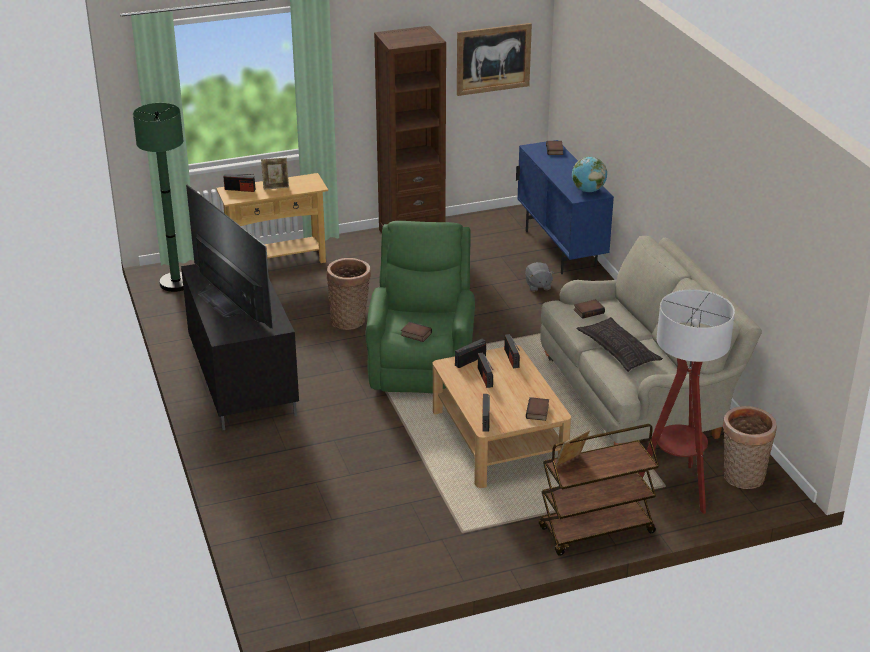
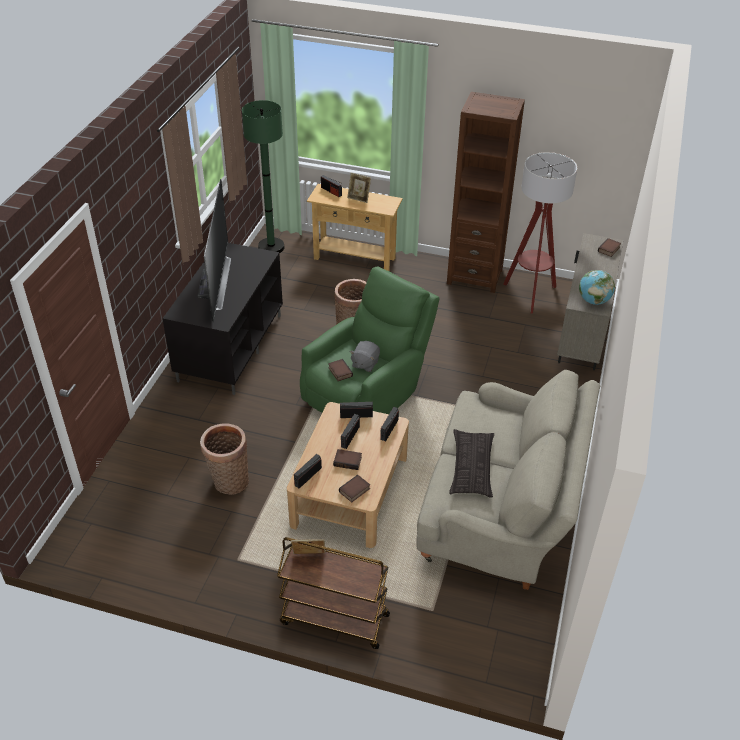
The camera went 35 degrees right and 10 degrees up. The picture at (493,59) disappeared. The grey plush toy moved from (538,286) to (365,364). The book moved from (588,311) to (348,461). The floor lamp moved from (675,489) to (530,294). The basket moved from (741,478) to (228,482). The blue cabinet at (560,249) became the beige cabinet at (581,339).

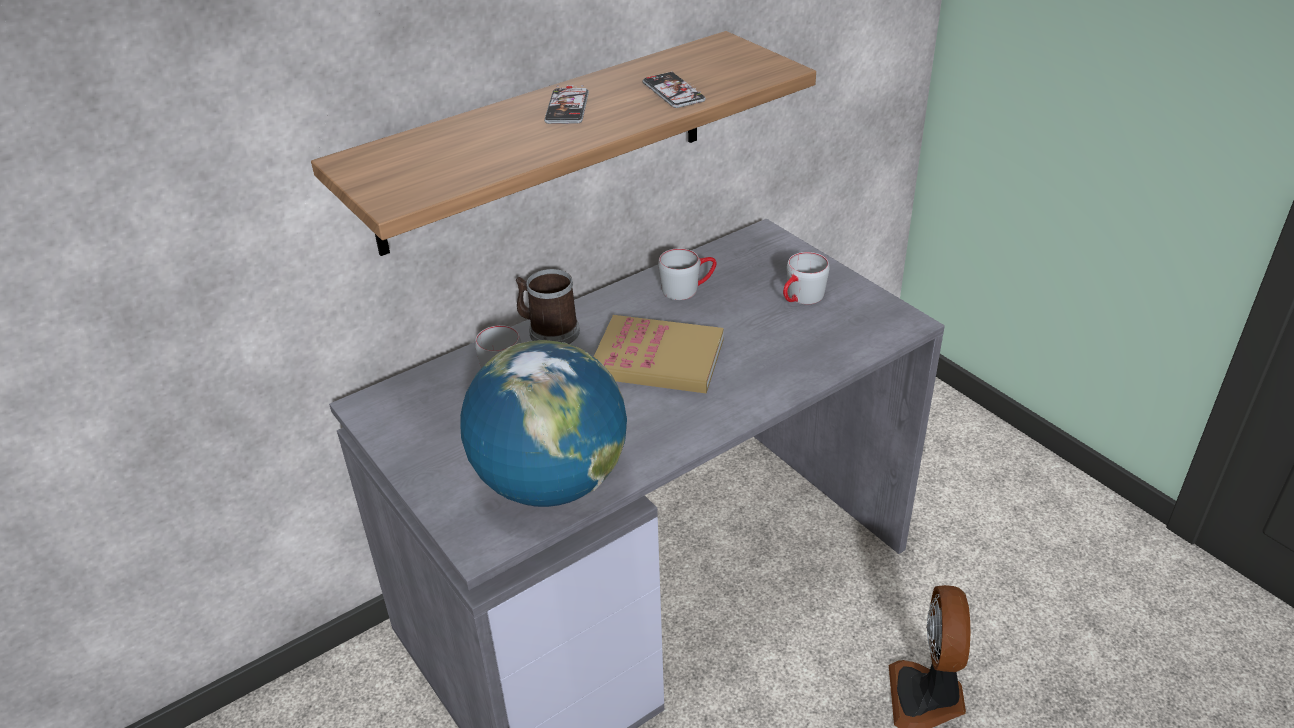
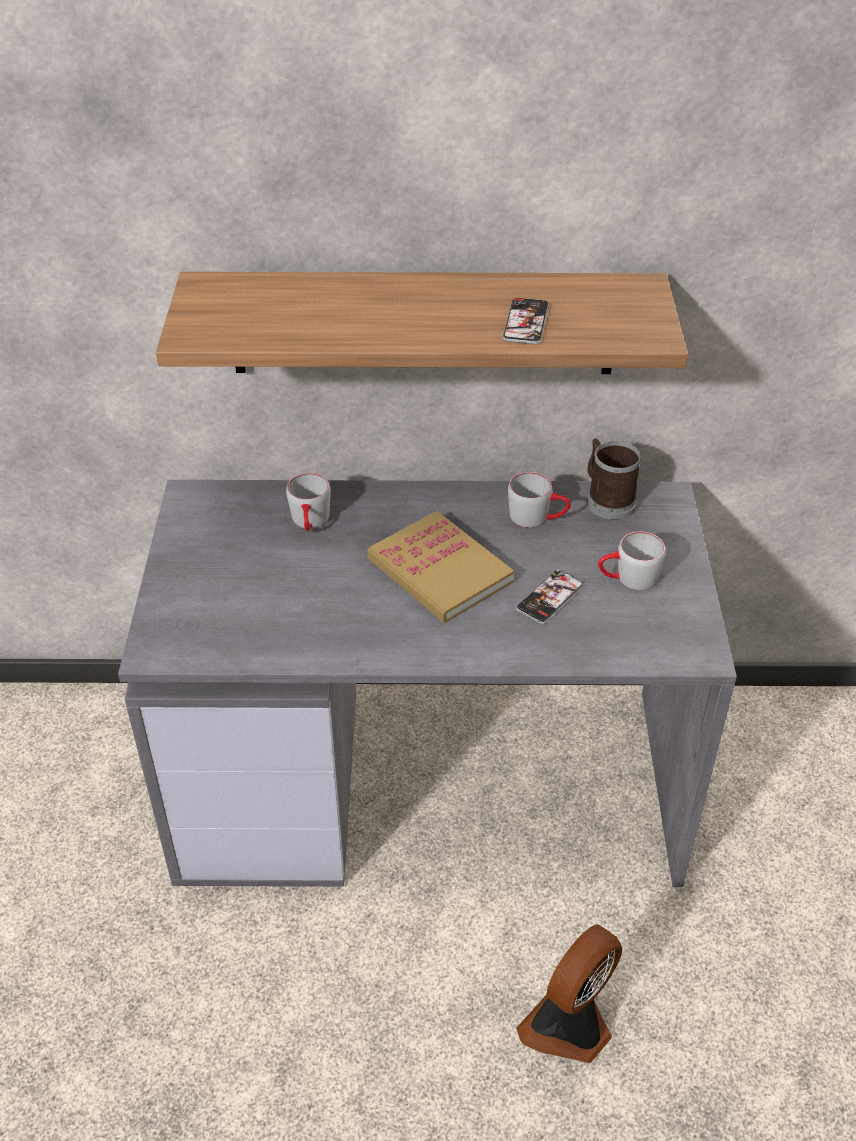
The camera went 35 degrees right and 5 degrees up. The globe at (551,483) disappeared. The mug moved from (548,331) to (607,499). The phone moved from (567,107) to (549,598).

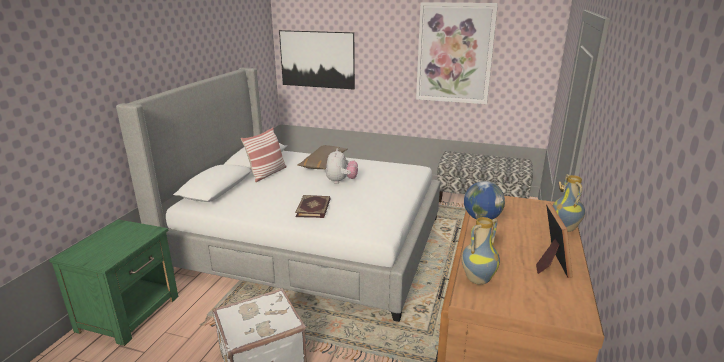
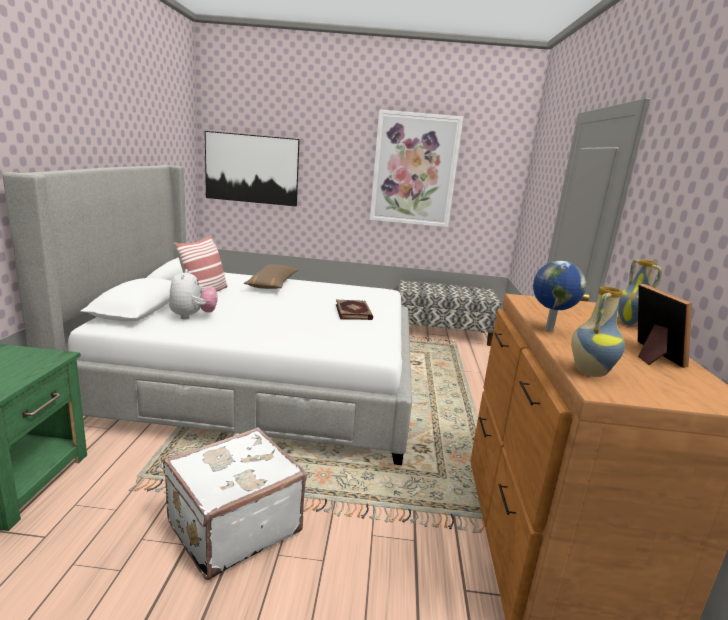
The camera went 15 degrees left and 5 degrees down. The book moved from (314,208) to (354,312). The plush toy moved from (341,181) to (192,316).

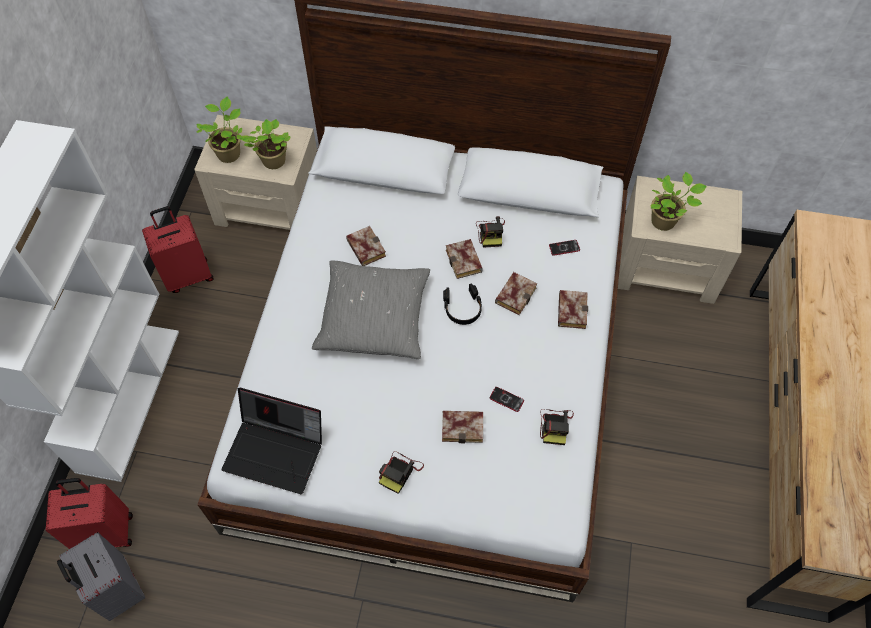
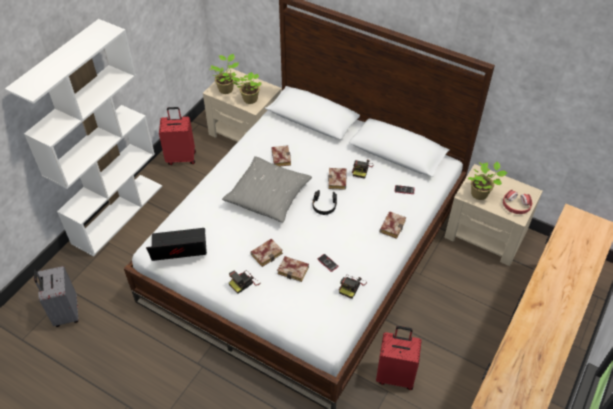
The camera went 20 degrees right and 10 degrees down. The red headphones at (516,205) appeared. The red suitcase moved from (106,531) to (395,375). The book moved from (515,294) to (267,253). The laptop at (276,451) turned 135 degrees clockwise.

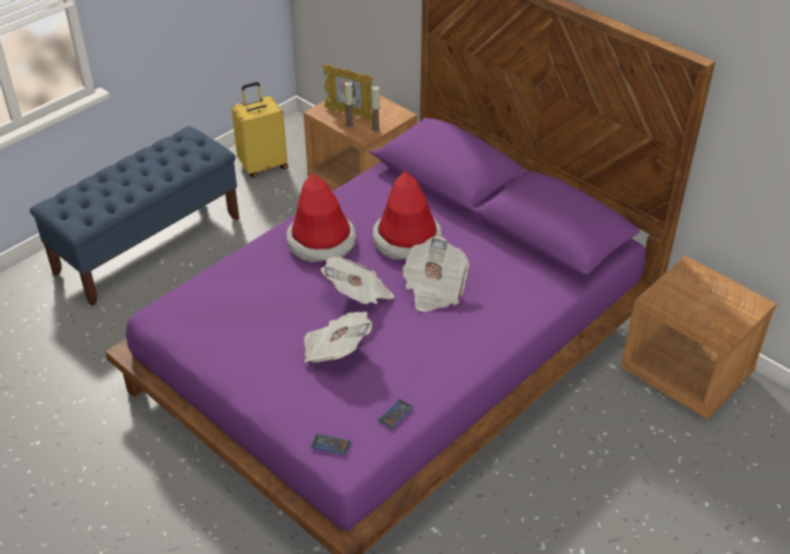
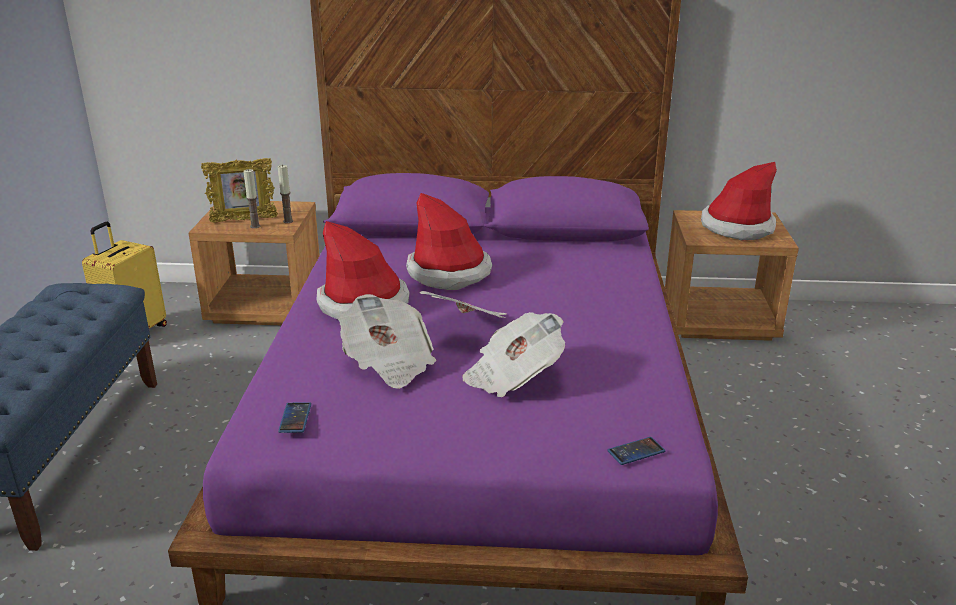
The camera went 40 degrees left and 15 degrees down. The hat at (737,227) appeared. The phone moved from (395,414) to (295,418). The newspaper moved from (434,289) to (388,363).

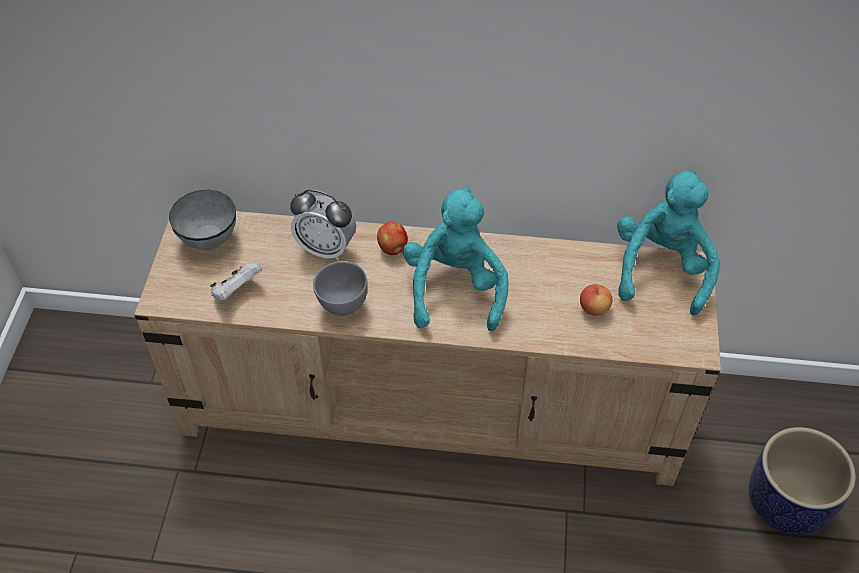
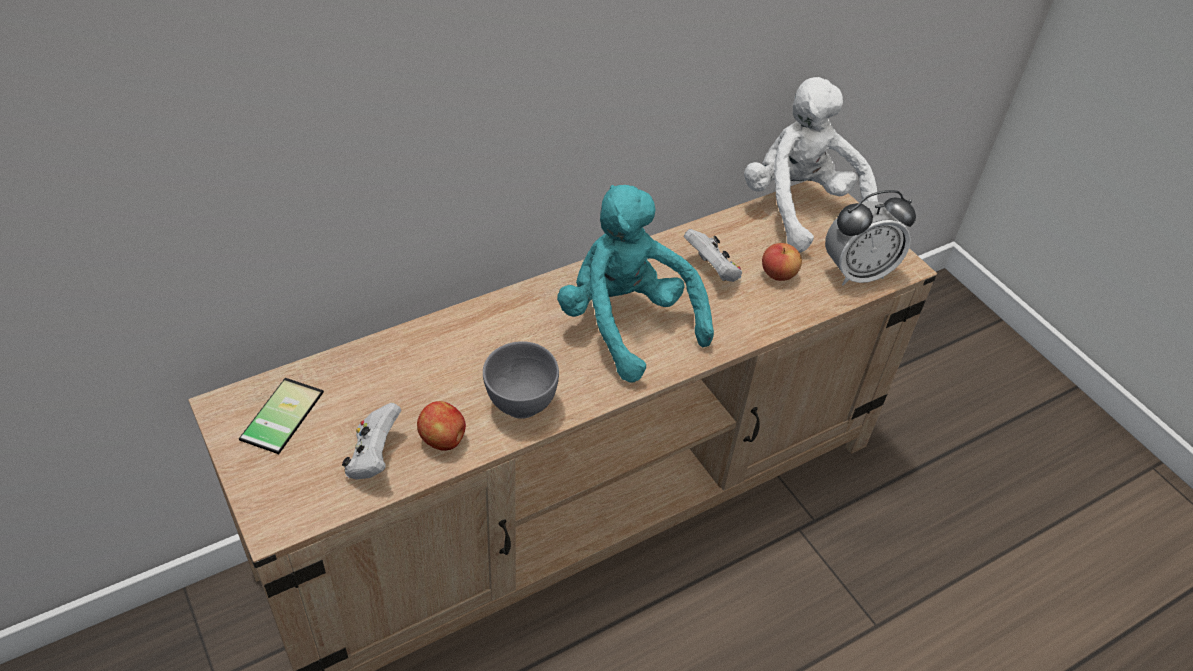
The camera went 40 degrees left and 5 degrees down. The planter at (787,504) disappeared. The white game controller at (712,270) appeared. The alarm clock moved from (326,248) to (857,273). The apple moved from (393,248) to (443,440). The grey bowl at (209,238) was replaced by the phone at (278,414). The turquoise plush toy at (661,269) became the white plush toy at (800,208).

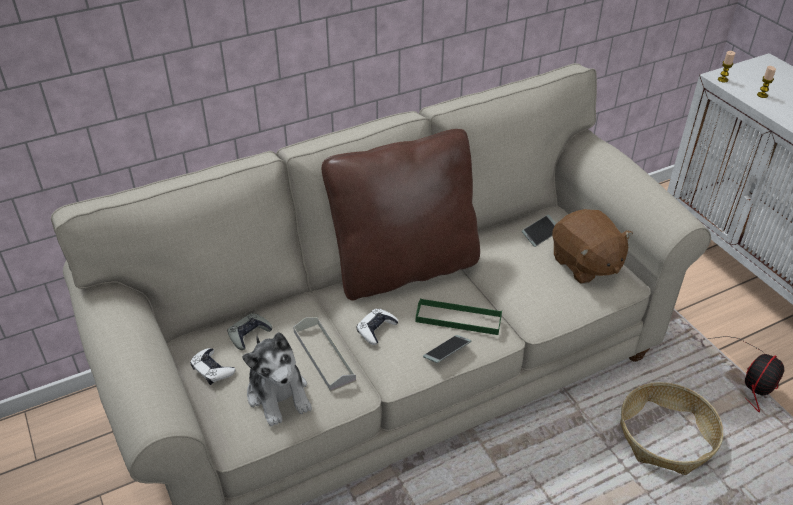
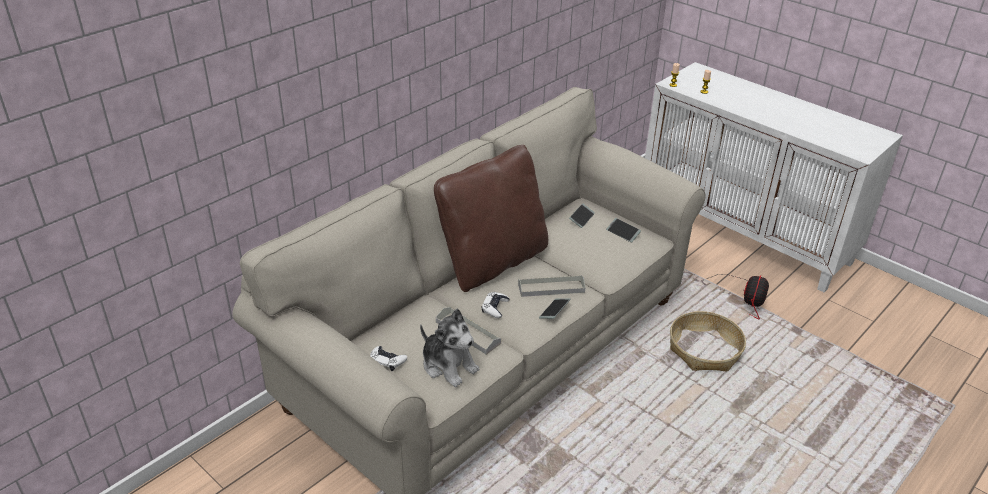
The camera went 20 degrees left and 5 degrees down. The grey game controller at (249,334) disappeared. The brown plush toy at (585,264) was replaced by the phone at (623,233). The green tray at (458,319) became the grey tray at (551,288).

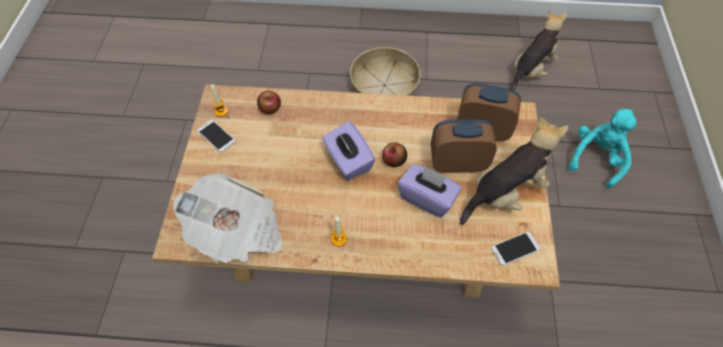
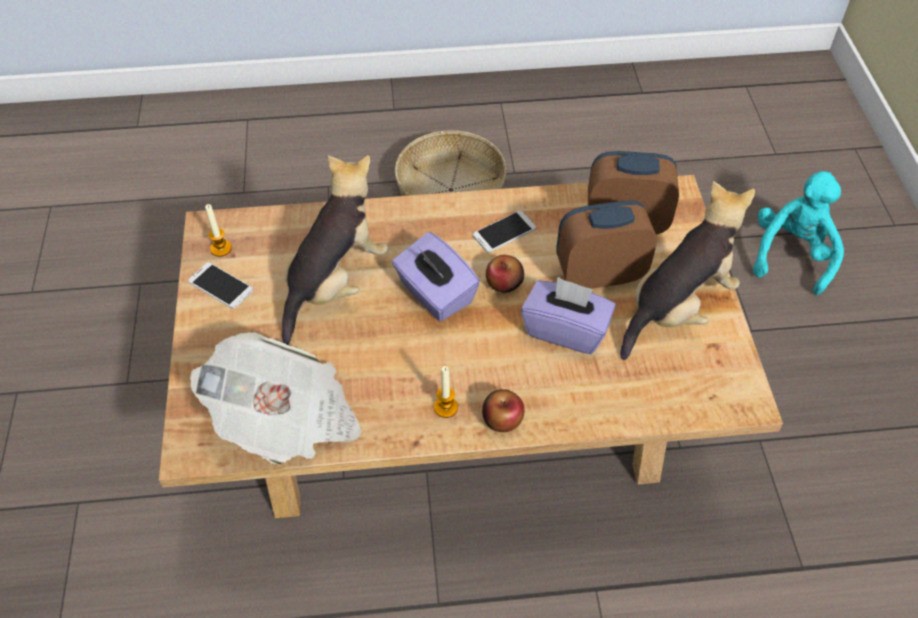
The camera went 10 degrees left and 5 degrees down. The apple moved from (270,108) to (502,419). The phone moved from (515,248) to (504,232). The plush toy moved from (531,70) to (335,282).

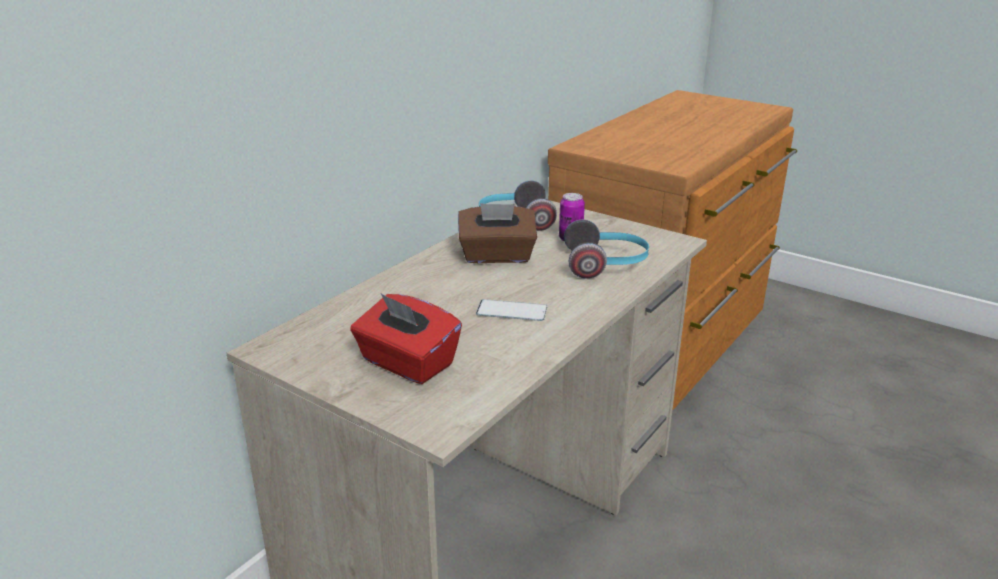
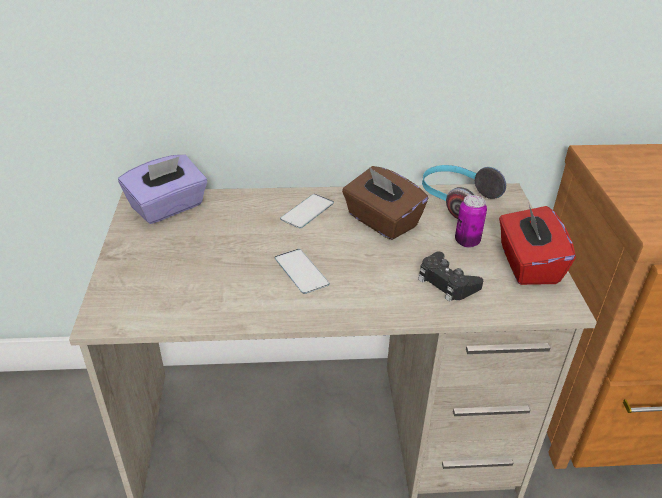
The camera went 50 degrees right and 10 degrees up. The purple tissue box at (168,208) appeared. The phone at (307,211) appeared. The red tissue box moved from (407,363) to (527,264). The headphones at (606,265) was replaced by the black game controller at (446,282).

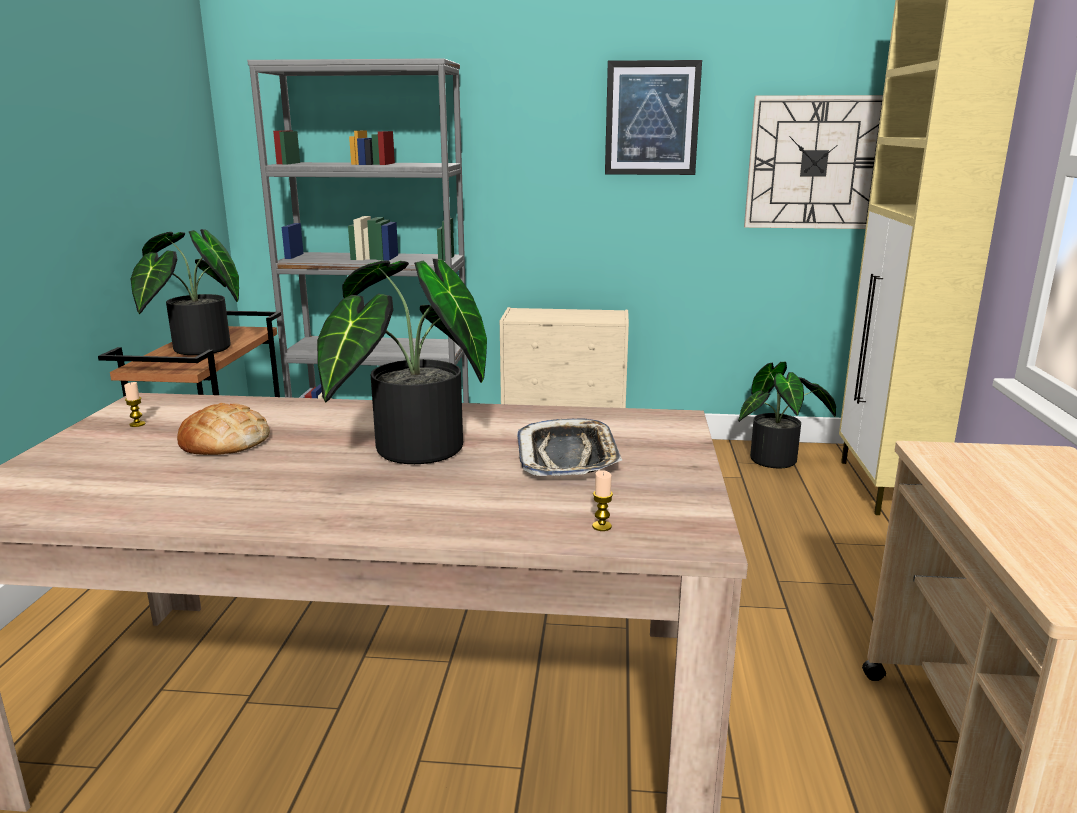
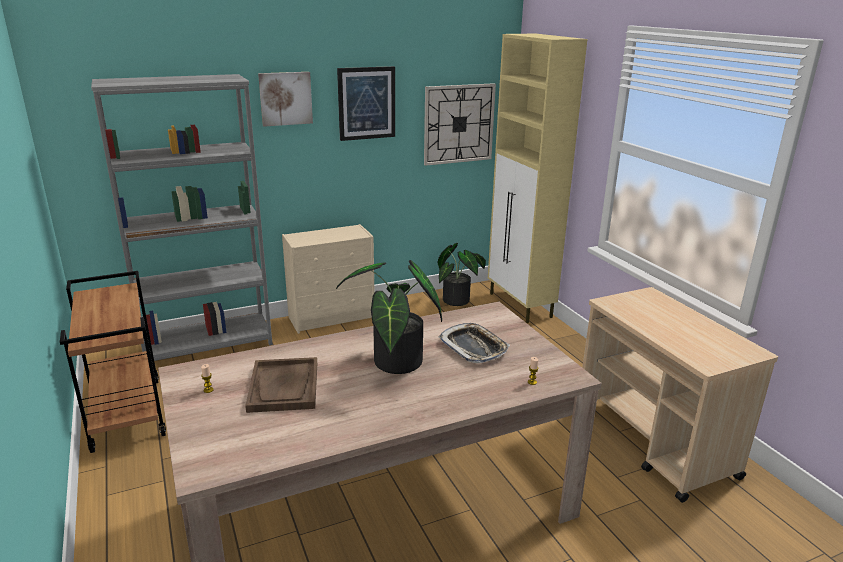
The camera went 30 degrees left and 5 degrees up. The potted plant at (195,350) disappeared. The picture at (285,98) appeared. The bread at (224,441) was replaced by the brown tray at (284,387).

